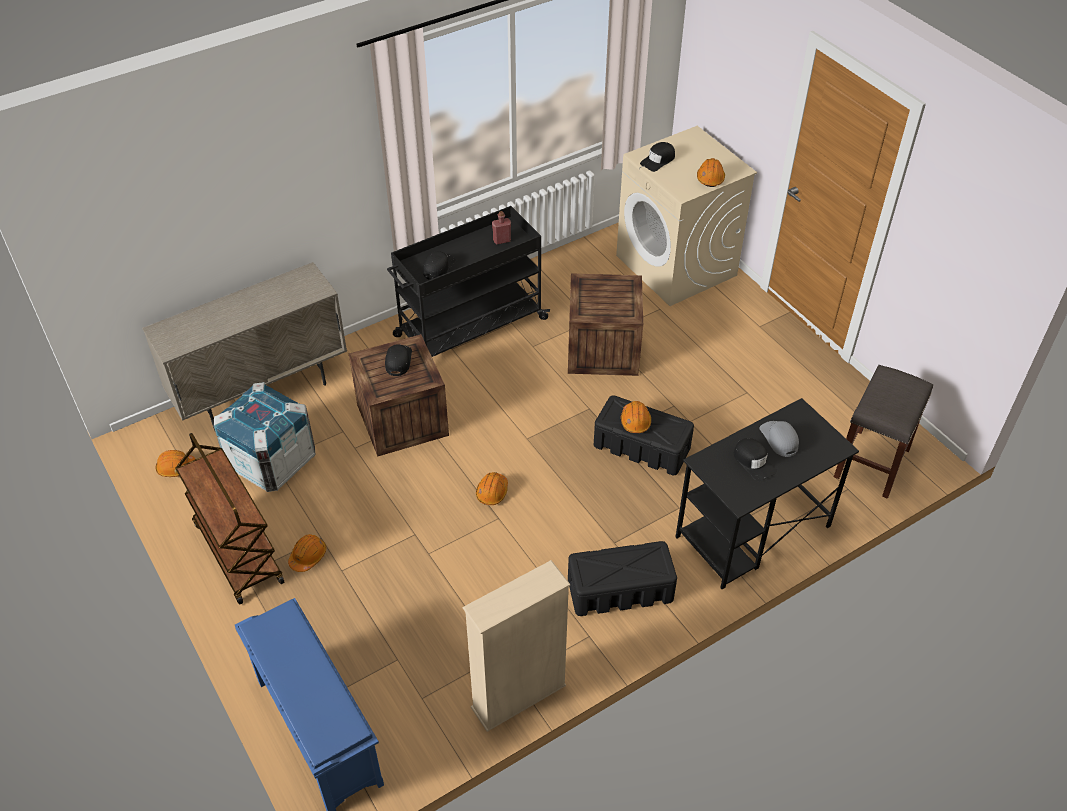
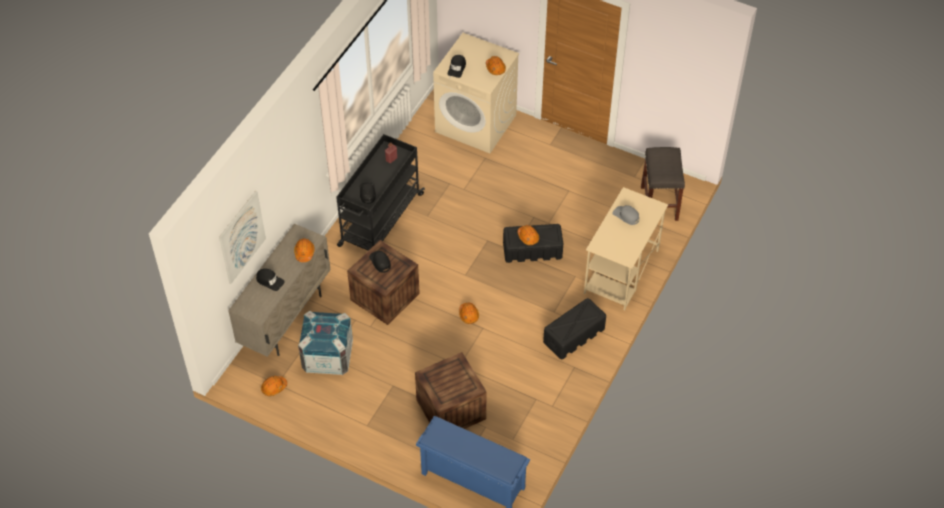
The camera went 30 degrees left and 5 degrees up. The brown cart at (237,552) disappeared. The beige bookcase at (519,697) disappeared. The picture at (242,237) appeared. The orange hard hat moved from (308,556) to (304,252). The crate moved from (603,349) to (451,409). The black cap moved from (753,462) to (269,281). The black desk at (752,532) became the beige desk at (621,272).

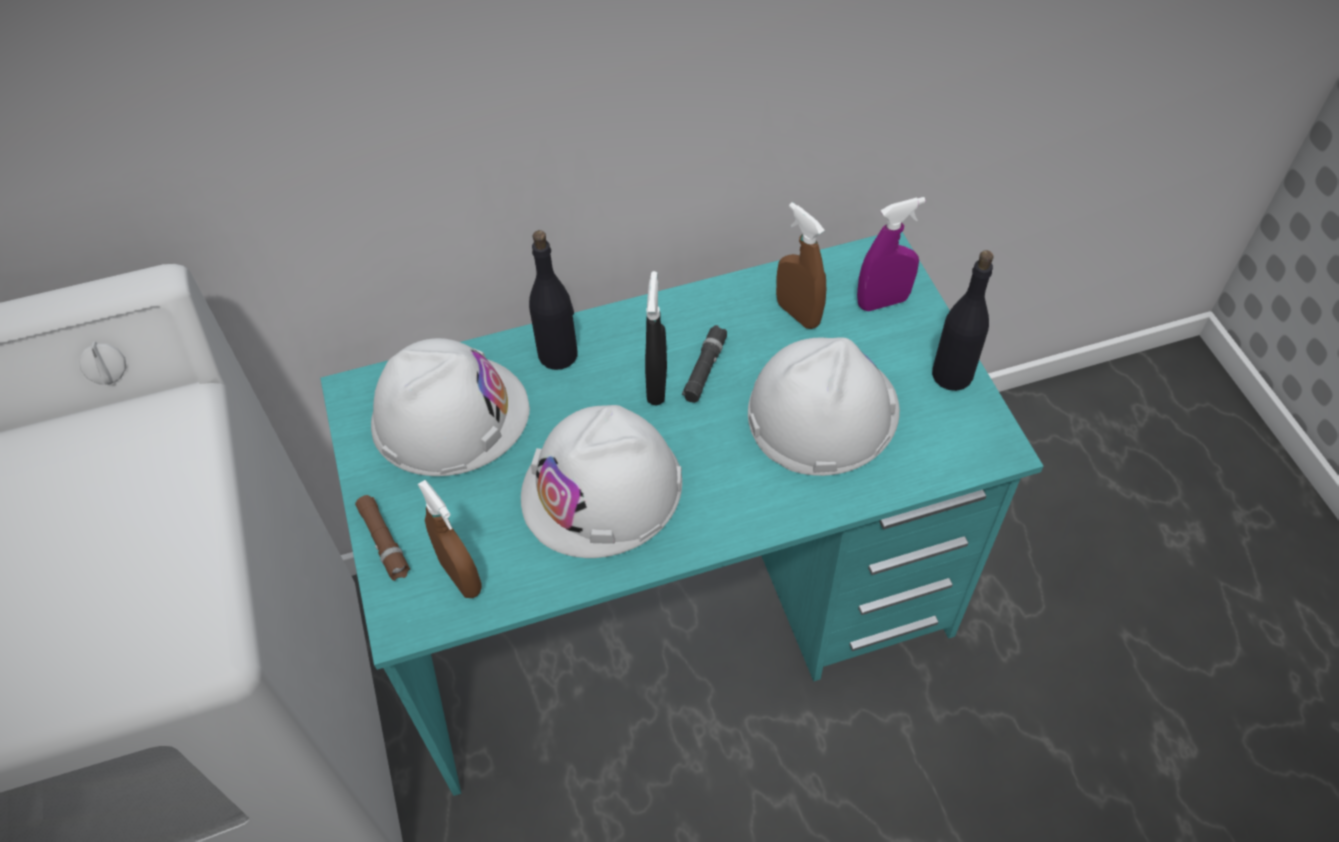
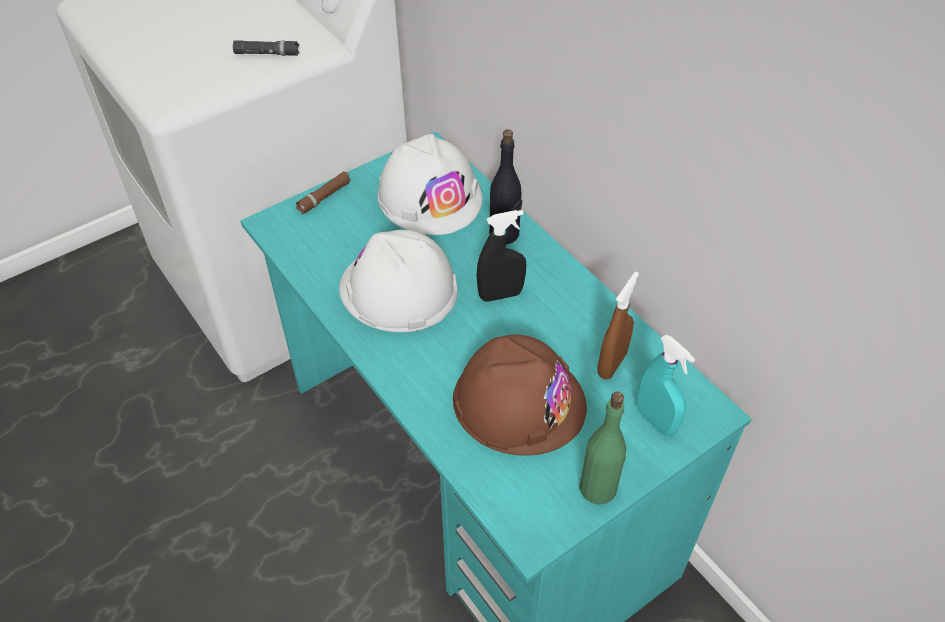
The camera went 70 degrees right and 5 degrees down. The brown spray bottle at (461,577) disappeared. The black flashlight moved from (704,369) to (267,53). The white hard hat at (822,411) became the brown hard hat at (519,401). The purple spray bottle at (883,302) became the turquoise spray bottle at (655,421). The black bottle at (952,374) became the green bottle at (598,488).

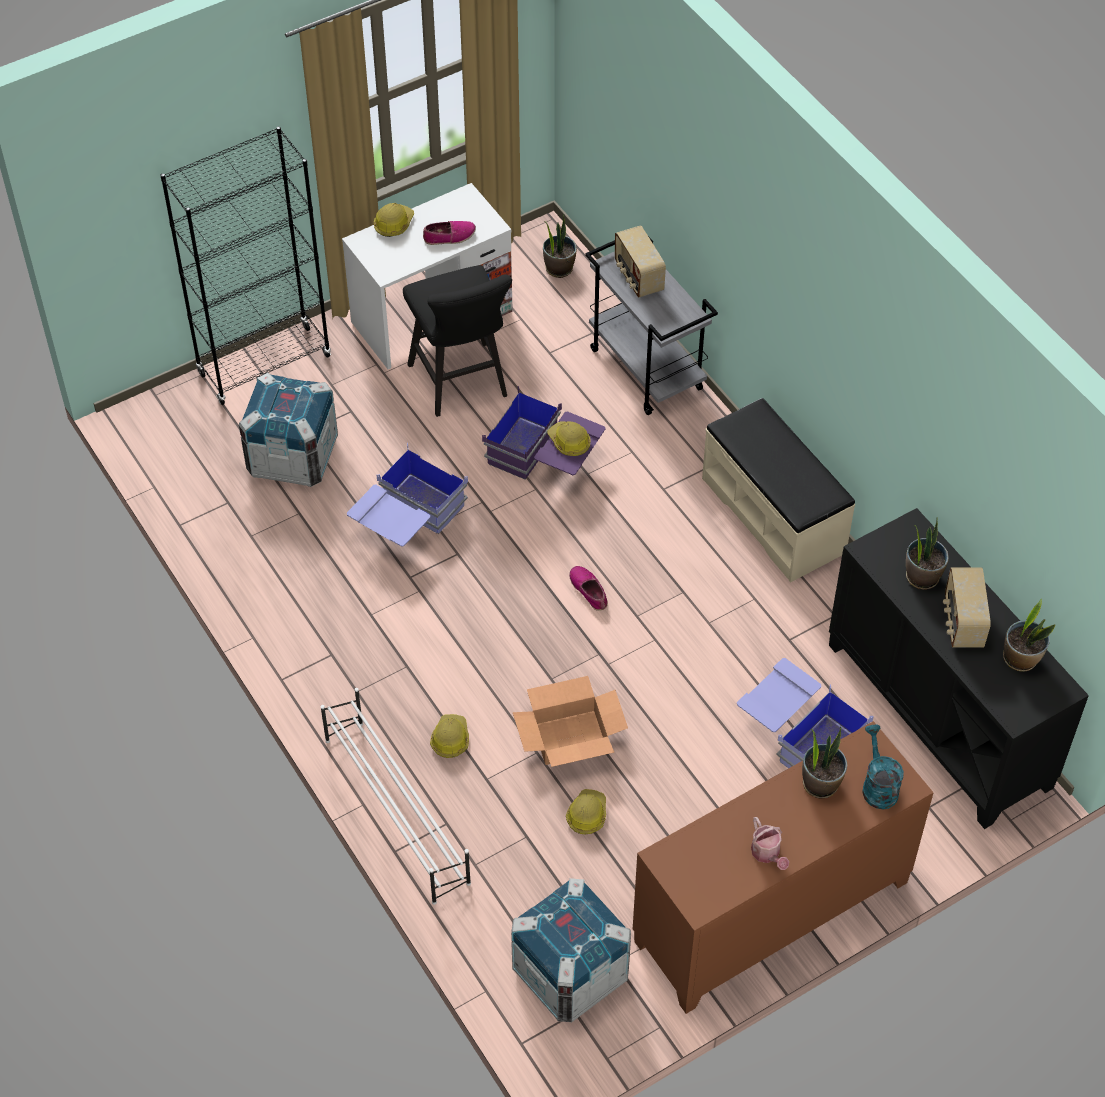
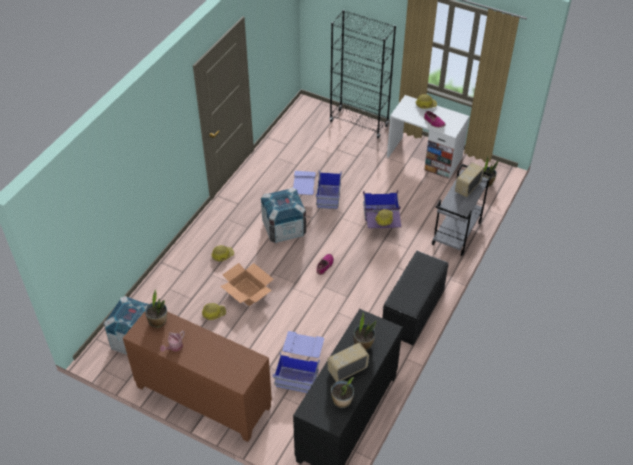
The camera went 60 degrees right and 5 degrees down. The white shoe rack at (396,809) disappeared. The black stool at (461,385) disappeared. The turquoise watering can at (878,785) disappeared. The crate moved from (293,456) to (284,228). The potted plant moved from (820,783) to (158,321). The beige bench at (774,514) became the black bench at (413,310).

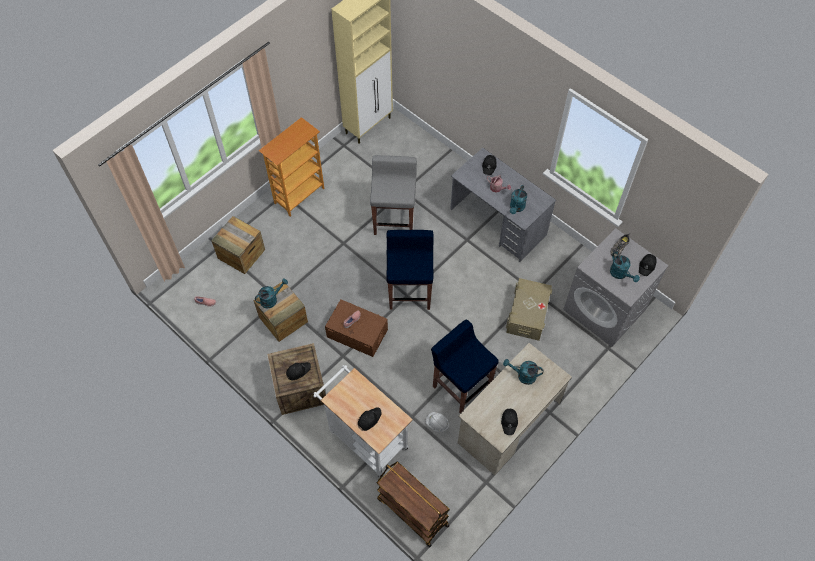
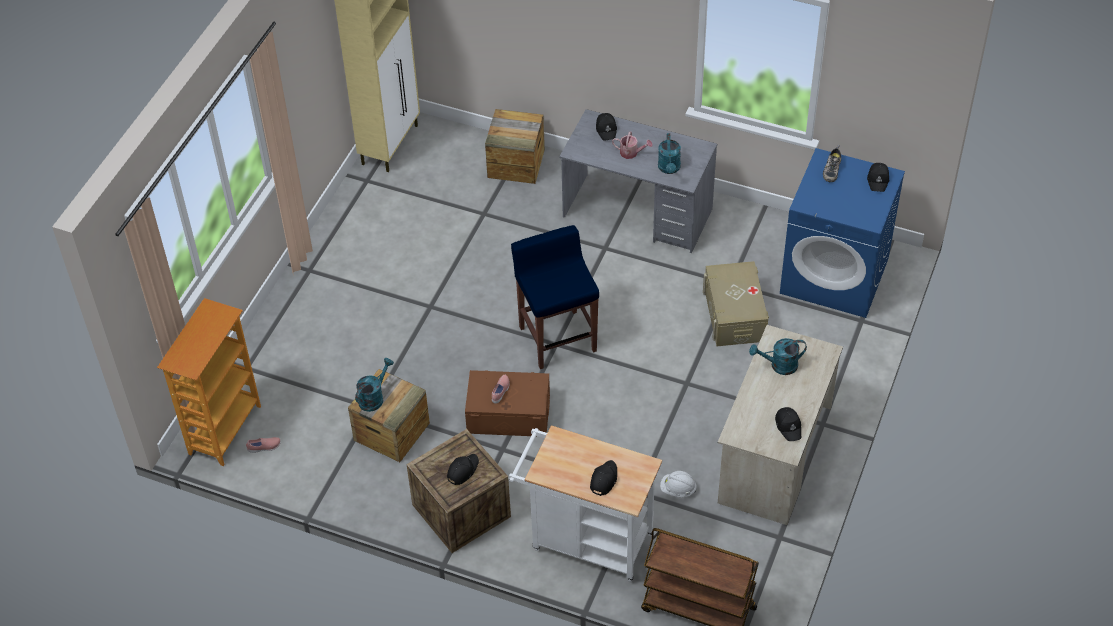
The camera went 20 degrees left and 10 degrees down. The grey stool at (394,219) disappeared. The blue stool at (461,386) disappeared. The turquoise watering can at (620,274) disappeared. The crate moved from (241,254) to (516,163). The bookcase moved from (299,195) to (224,429). The grey washing machine at (605,310) became the blue washing machine at (835,276).

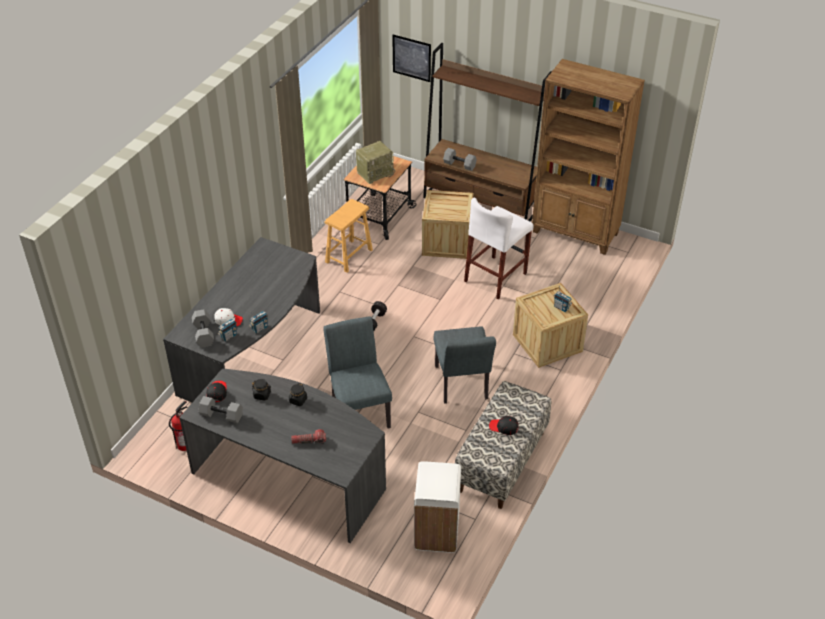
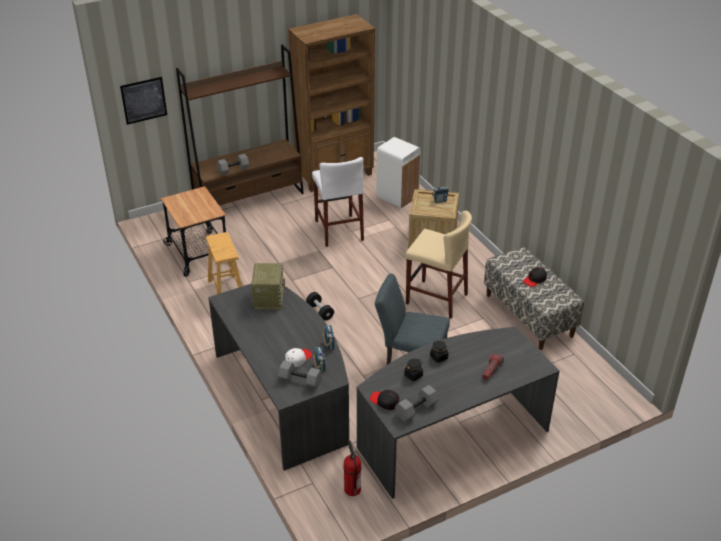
The camera went 55 degrees left and 5 degrees down. The crate at (447,242) disappeared. The radio moved from (375,173) to (268,298). The white trash can moved from (436,533) to (397,197). The grey chair at (462,386) was replaced by the beige stool at (436,299).

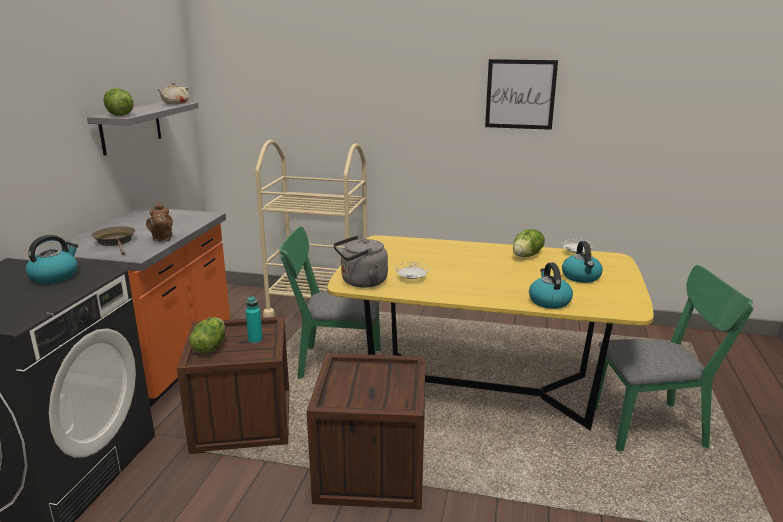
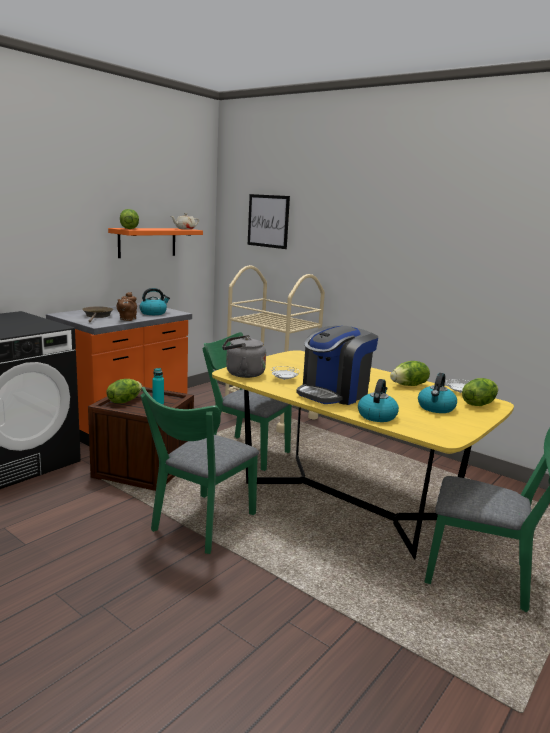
The camera went 25 degrees right and 5 degrees down. The coffee machine at (334,393) appeared. The lettuce at (478,404) appeared. The kettle moved from (55,276) to (153,313). The picture moved from (520,94) to (268,221). The crate at (371,469) was replaced by the green chair at (200,525). The grey shelf at (131,127) became the orange shelf at (147,242).

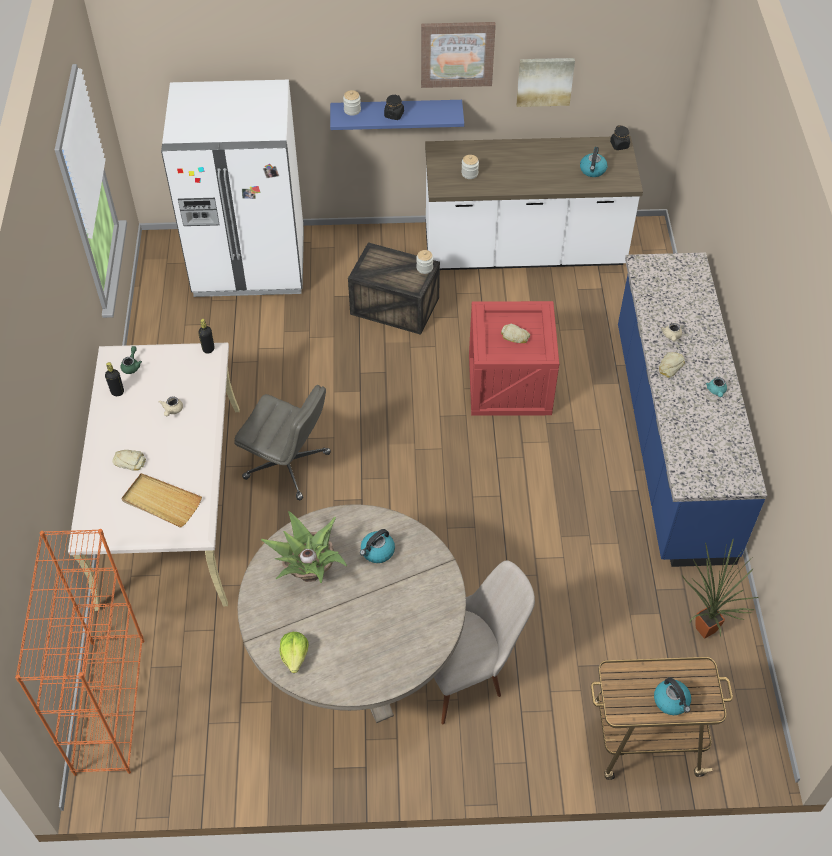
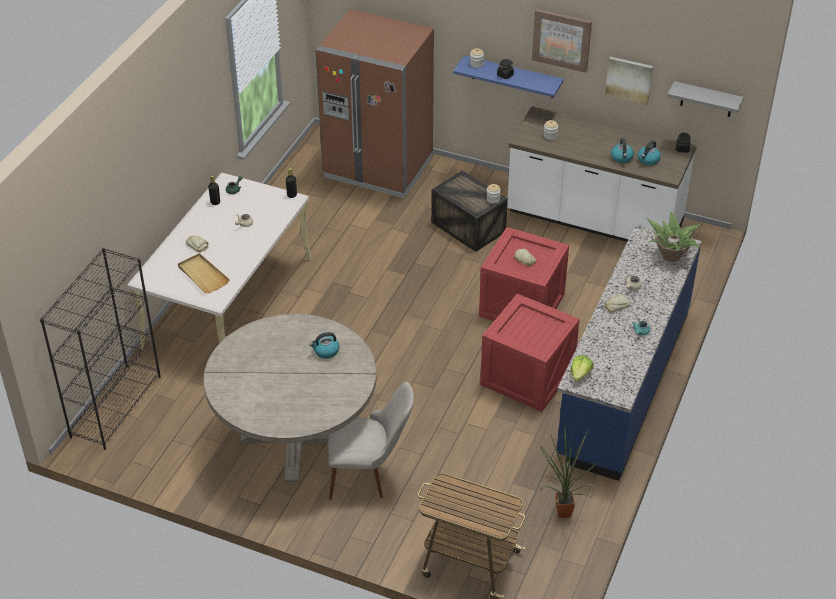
The camera went 25 degrees right and 10 degrees down. The grey office chair at (288,465) disappeared. The crate at (528,377) appeared. The grey shelf at (706,99) appeared. The potted plant moved from (309,570) to (670,255). The lettuce moved from (295,656) to (580,374). The kettle moved from (671,701) to (622,157). The orange bookcase at (109,704) became the black bookcase at (116,406). The white fridge at (249,264) became the brown fridge at (378,168).

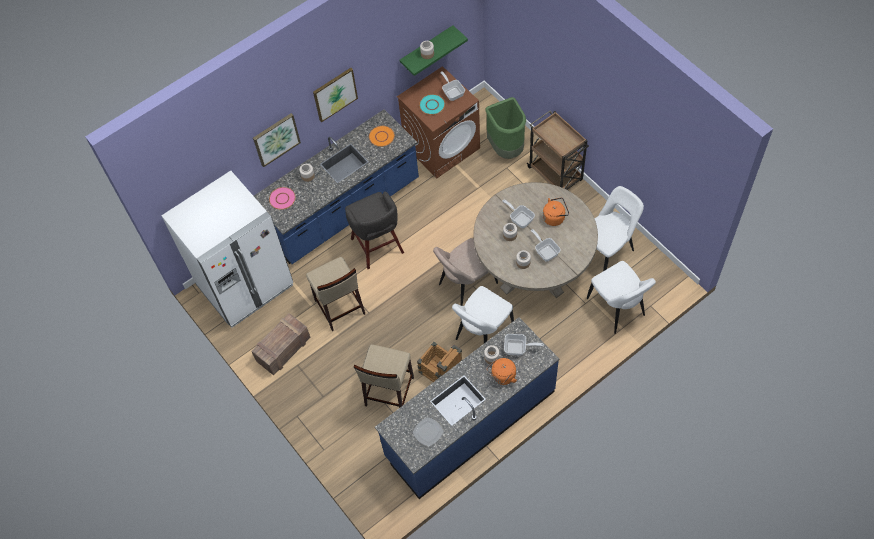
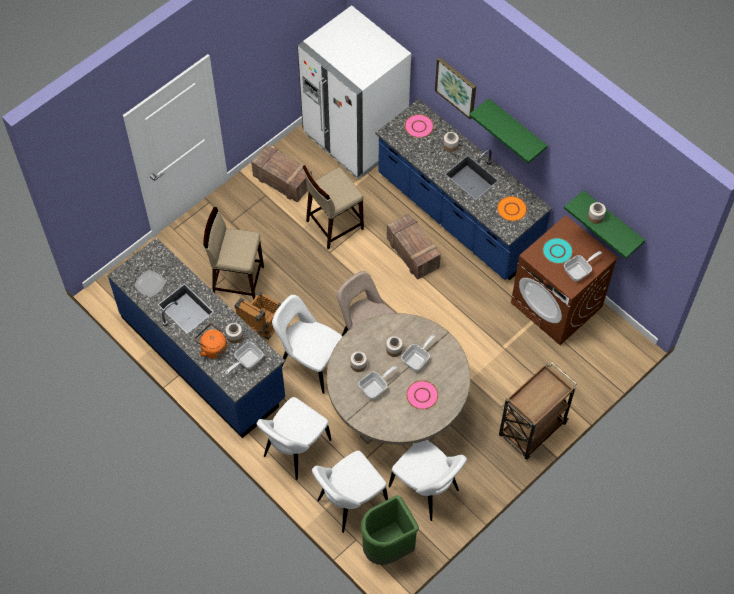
The camera went 80 degrees right and 0 degrees up. The white chair at (294,450) appeared. The green trash can moved from (506,148) to (388,548). The picture at (335,94) was replaced by the green shelf at (516,128). The grey stool at (378,247) was replaced by the crate at (412,252). The orange kettle at (555,217) was replaced by the pink plate at (422,395). The frying pan at (518,348) turned 45 degrees clockwise.

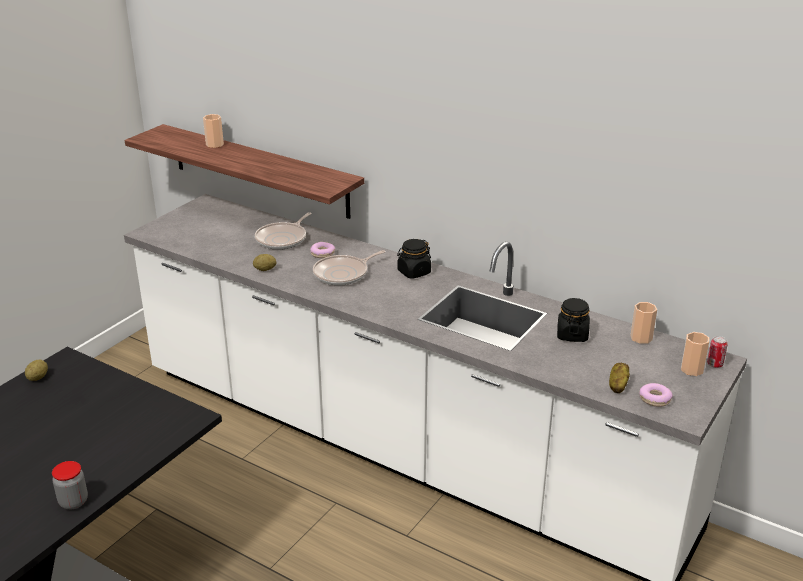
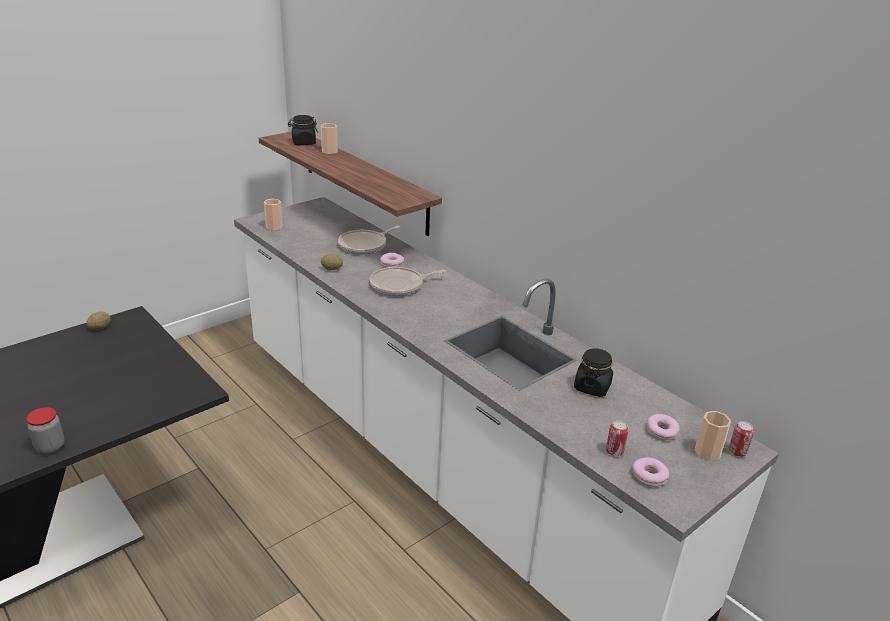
The camera went 15 degrees right and 0 degrees up. The donut at (661,431) appeared. The black jar moved from (414,272) to (303,143). The cup moved from (641,338) to (274,227). The potato at (617,385) was replaced by the can at (614,451).

